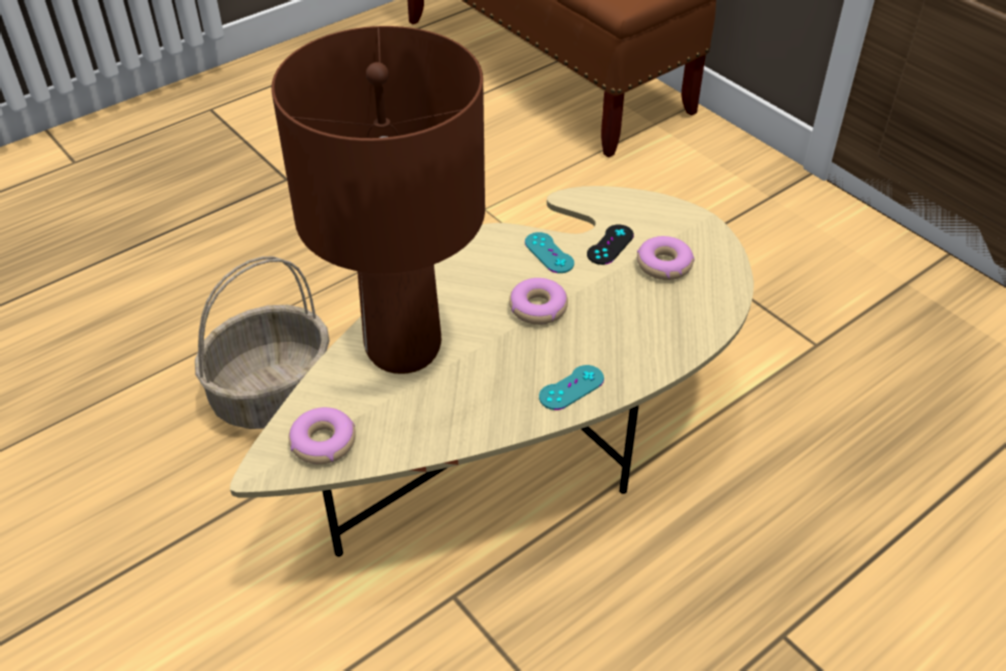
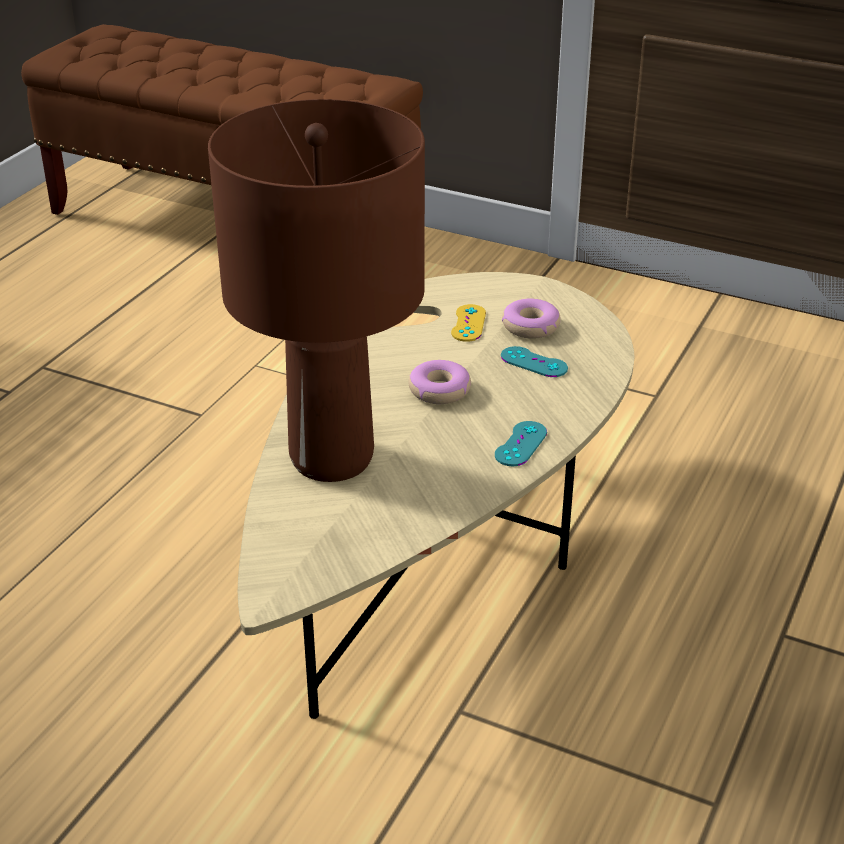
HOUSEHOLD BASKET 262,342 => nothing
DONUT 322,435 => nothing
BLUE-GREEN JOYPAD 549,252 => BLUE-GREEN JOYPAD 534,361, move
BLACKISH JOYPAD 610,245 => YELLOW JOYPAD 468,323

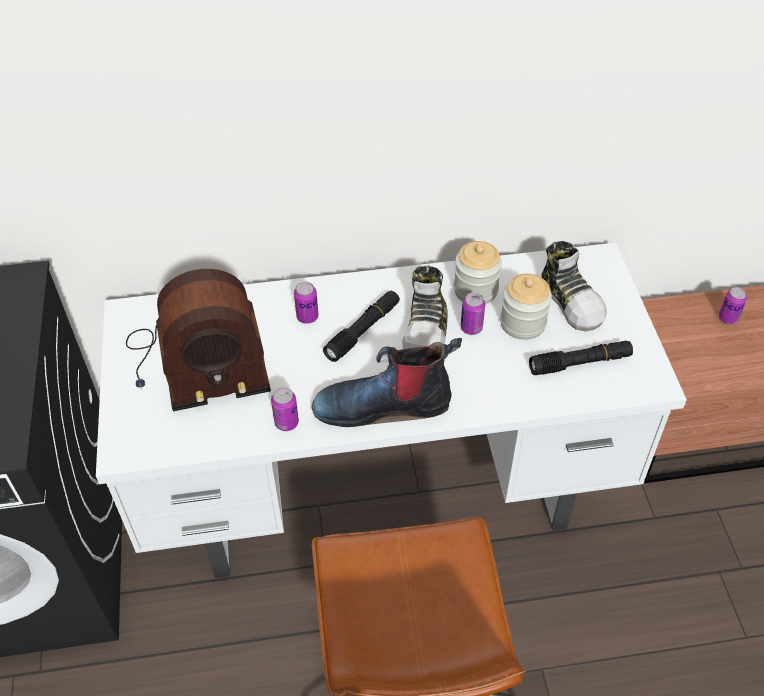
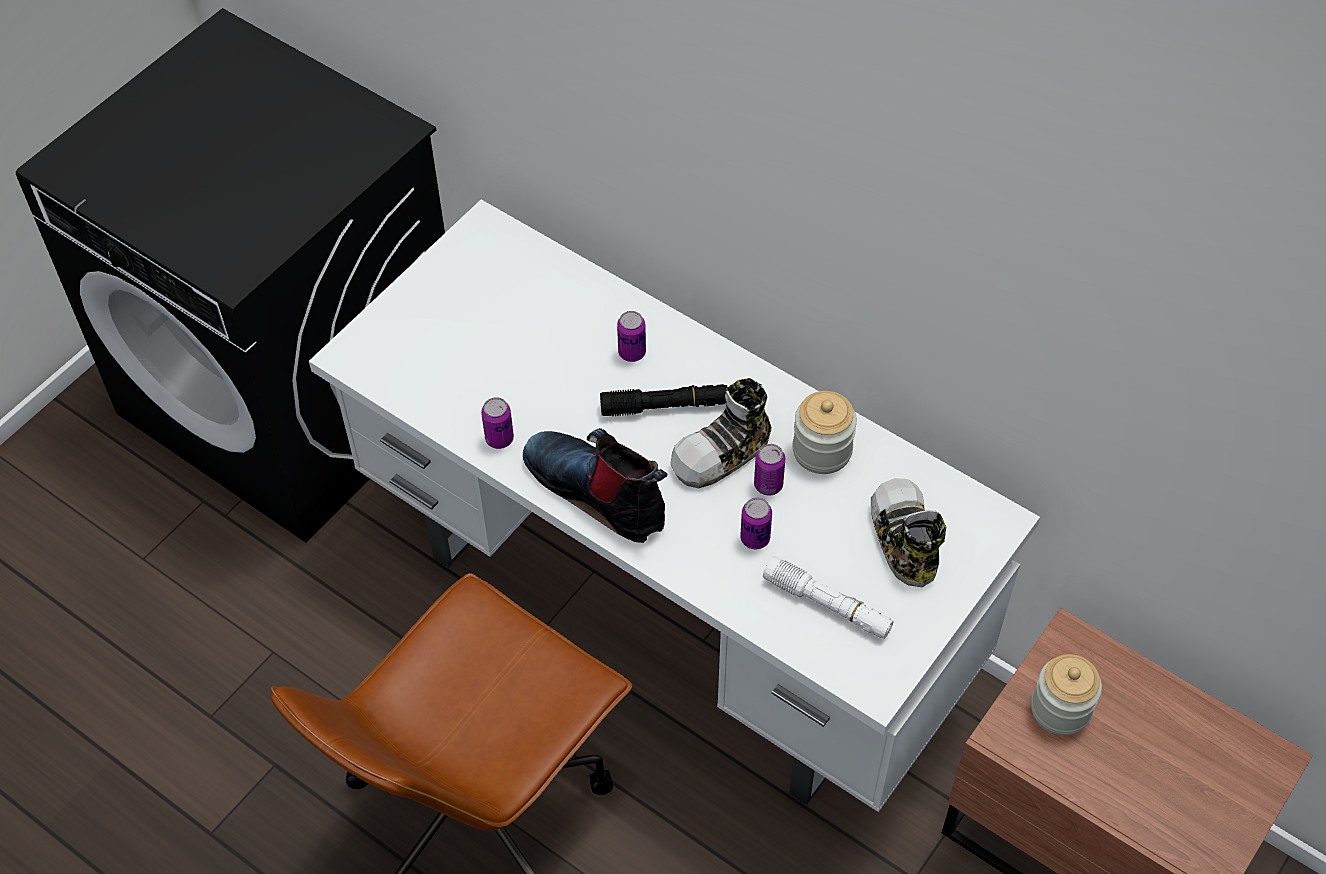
RADIO 198,340 => nothing
STORAGE JAR 526,307 => STORAGE JAR 1066,695, move
BLACKISH TORCH 581,358 => WHITE TORCH 828,597
LOW SHOE 574,286 => LOW SHOE 908,532, 150 degrees clockwise
SEALED CAN 733,305 => SEALED CAN 756,523, move

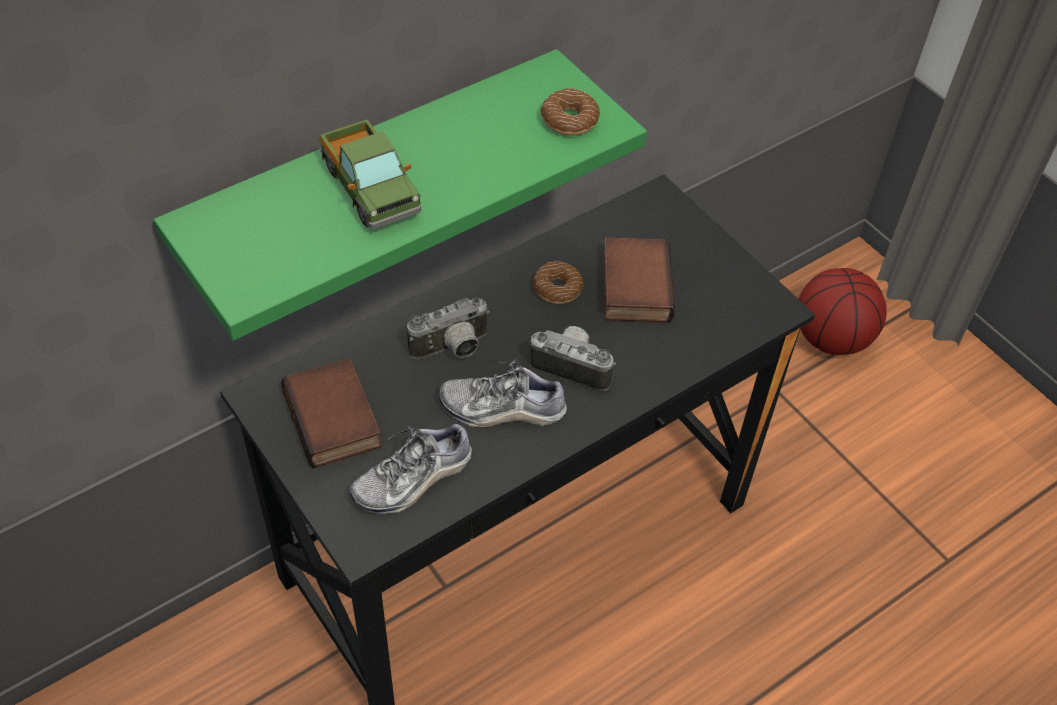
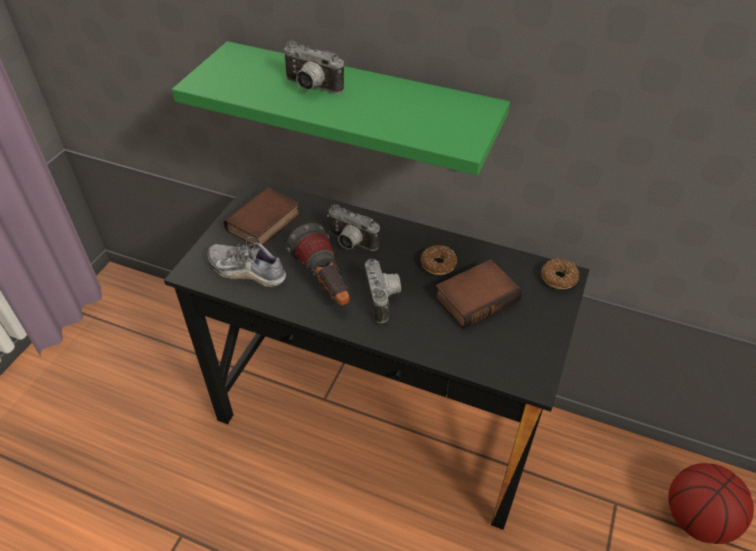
MODEL TRUCK 370,174 => PHOTO CAMERA 313,67
LOW SHOE 503,393 => TORCH 318,264
DONUT 570,112 => DONUT 560,274, move

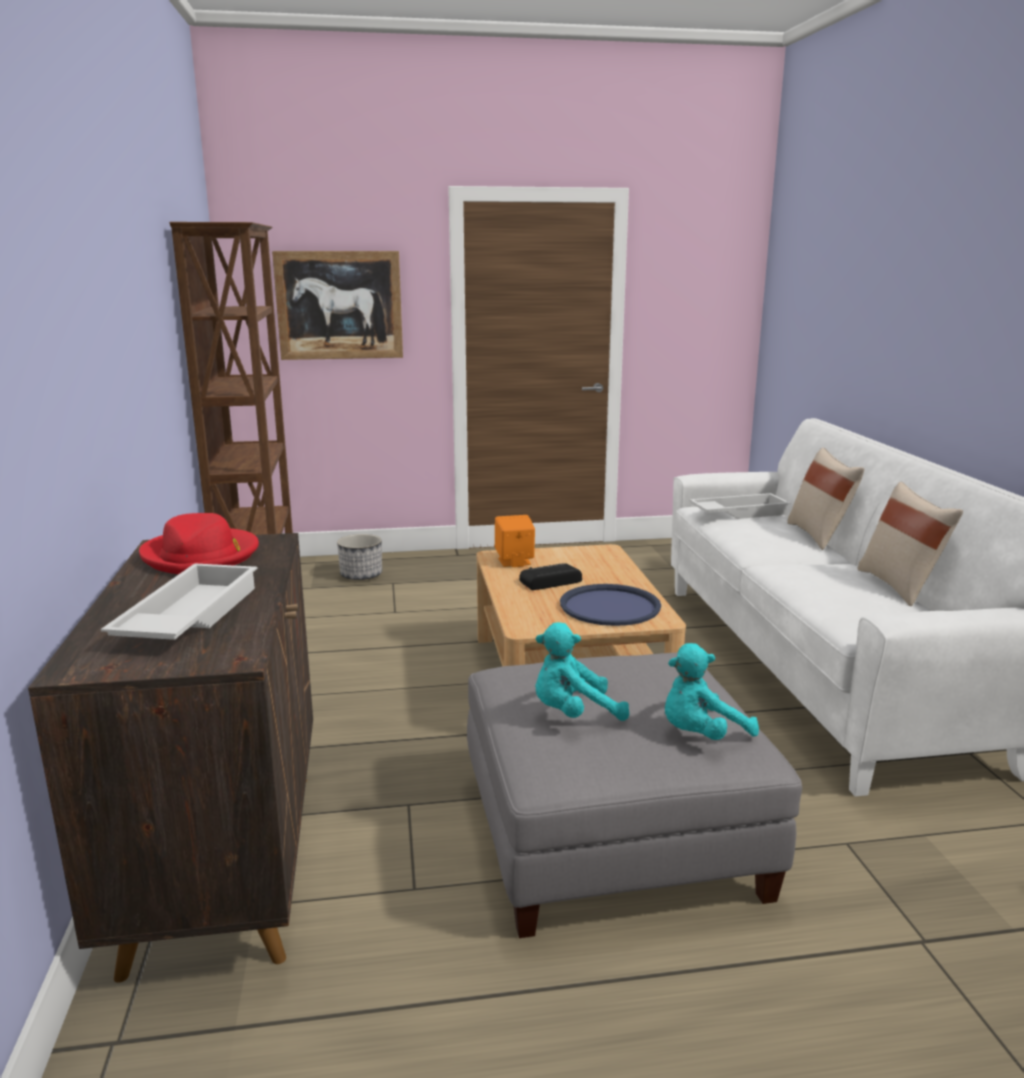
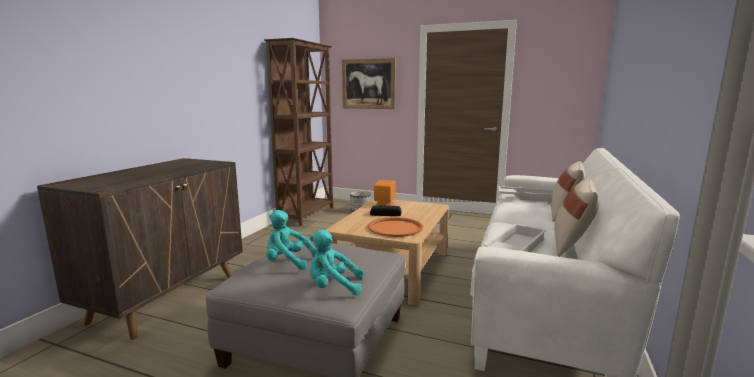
WHITE TRAY 179,601 => WHITE TRAY 515,238, move
RED-COLOURED HAT 199,543 => nothing
BLUE TRAY 610,605 => ORANGE TRAY 395,227

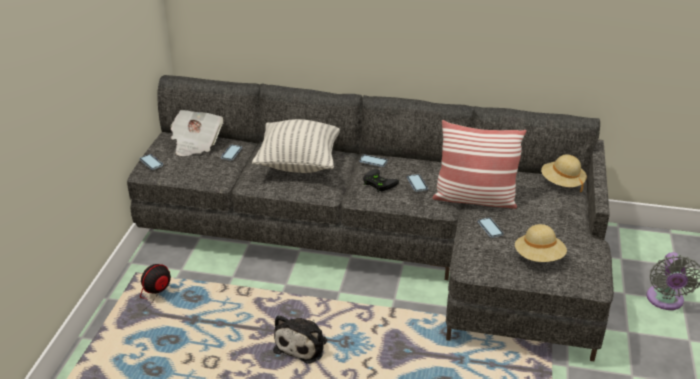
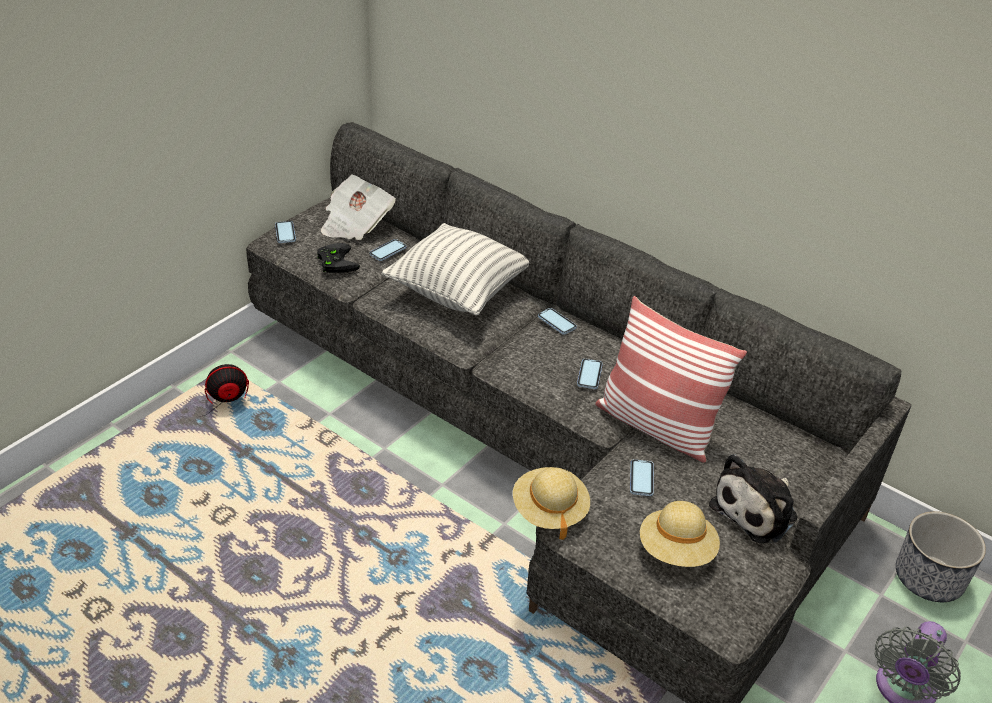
PLUSH TOY 300,339 => PLUSH TOY 753,498, move
BLACKISH JOYPAD 381,180 => BLACKISH JOYPAD 338,258, move
BEIGE HAT 564,173 => BEIGE HAT 551,503, move
nothing => PLANT POT 941,556

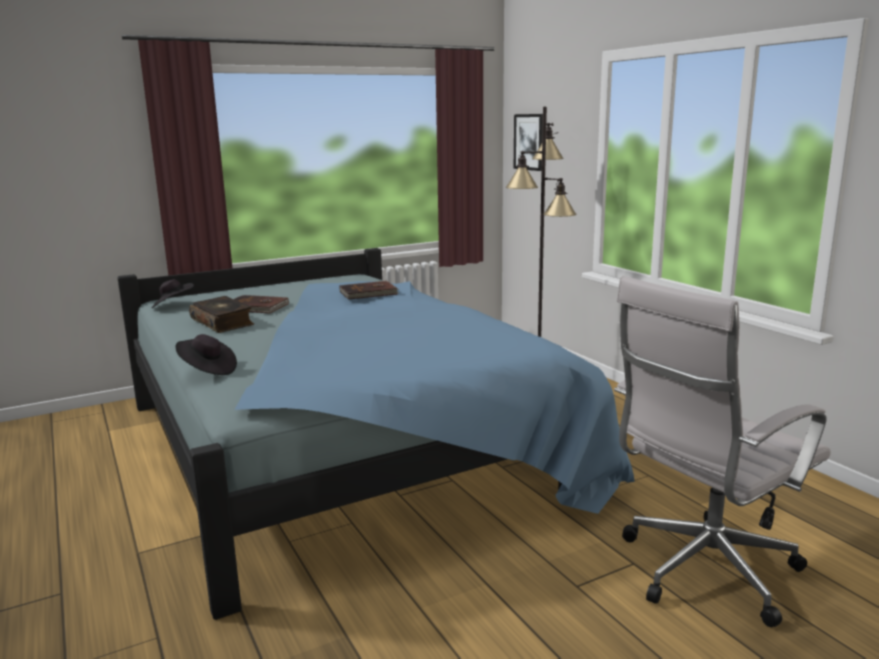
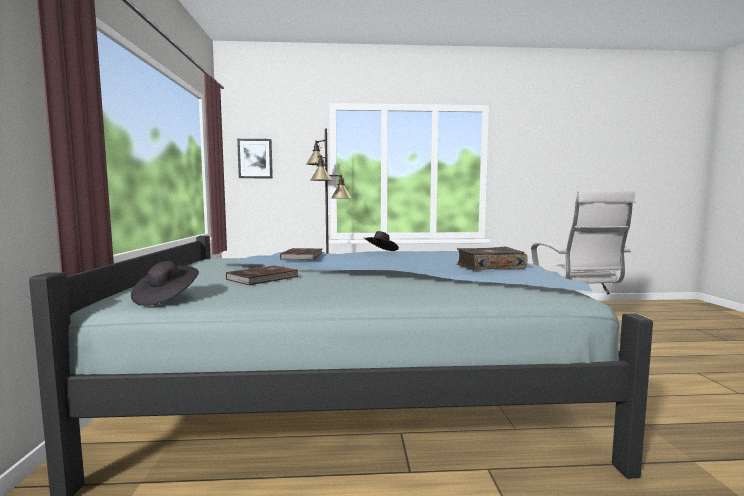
BLACKISH HAT 206,354 => BLACKISH HAT 381,241, move
BOOK 221,314 => BOOK 492,258, move

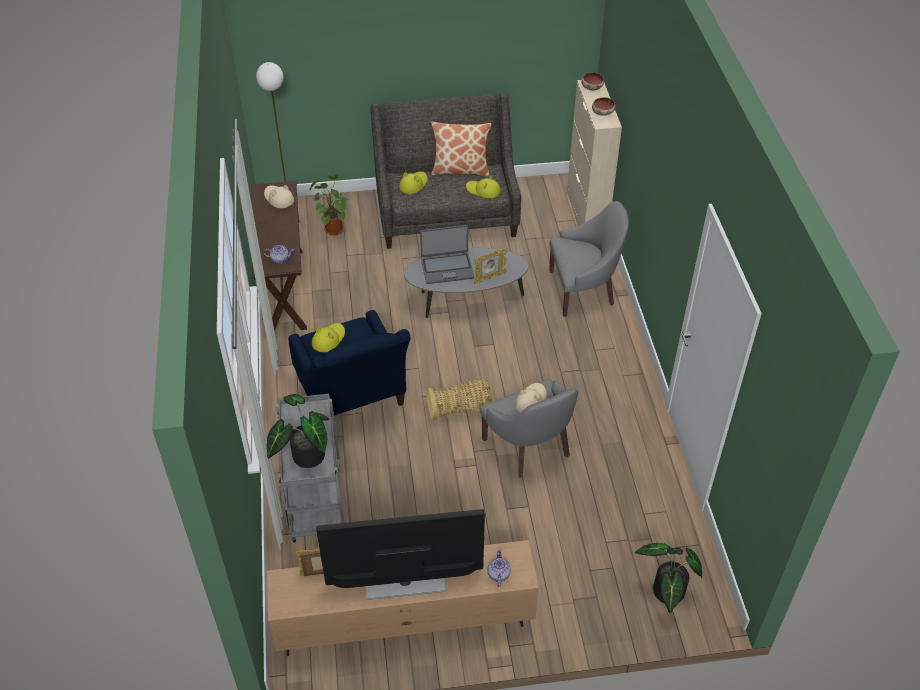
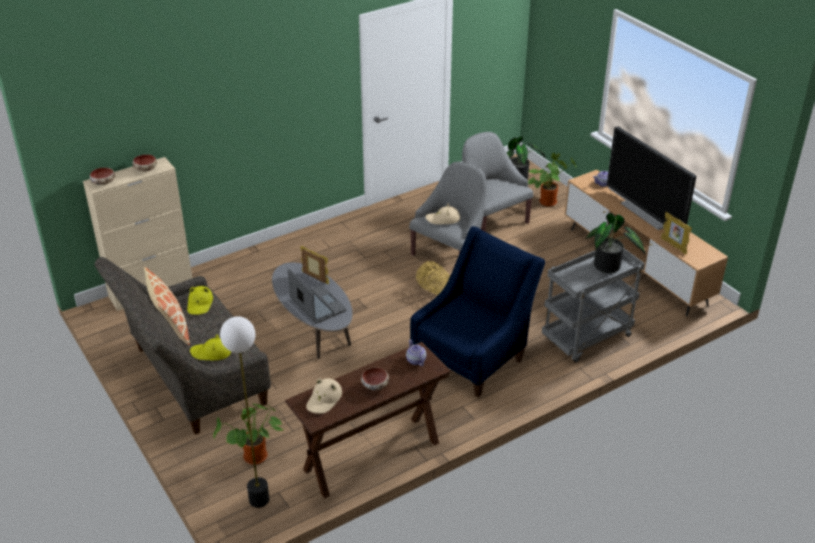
YELLOW HAT 328,337 => nothing
GRAY EASY CHAIR 589,259 => GRAY EASY CHAIR 497,182, move
nothing => DEEP DISH 375,379
nothing => POTTED PLANT 552,180

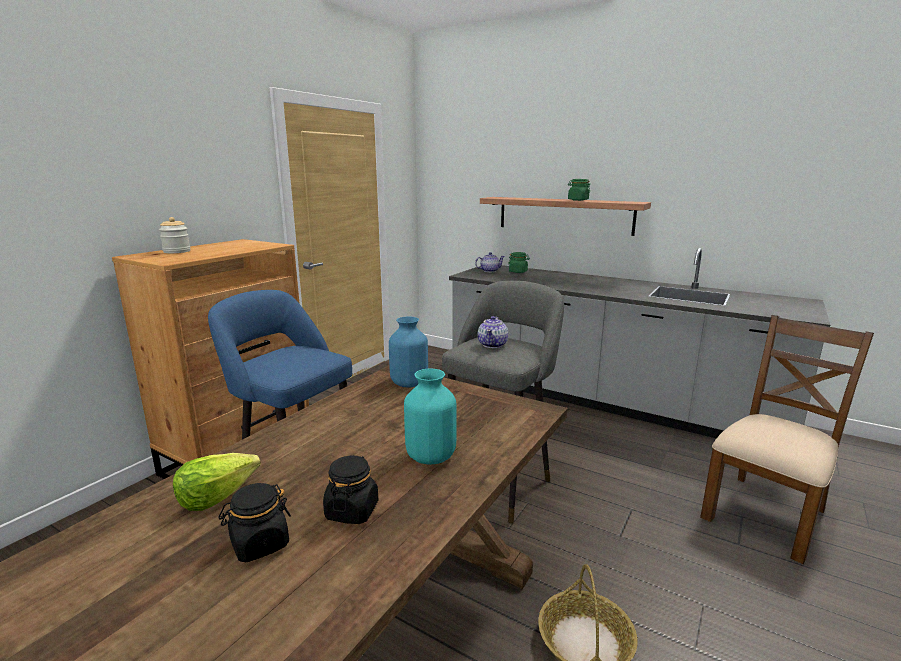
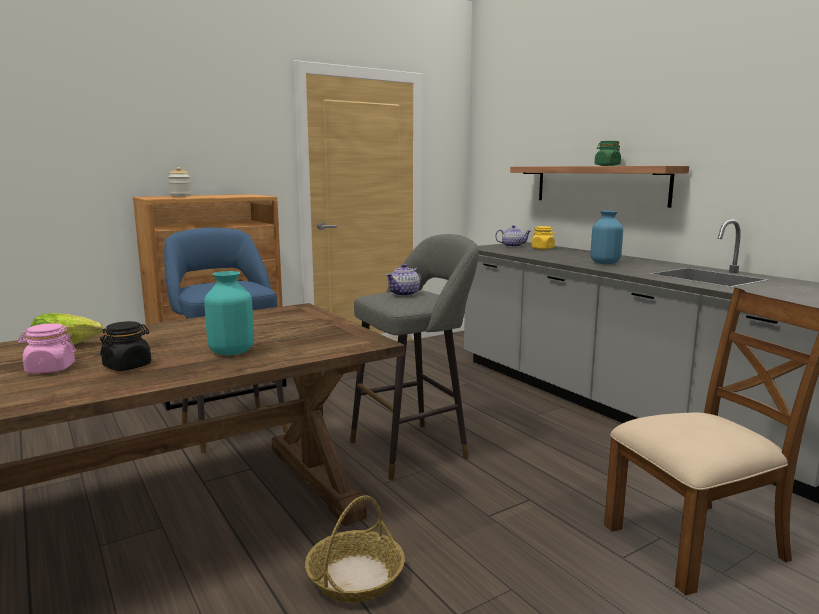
BLACKISH STORAGE JAR 254,522 => PINK-COLOURED STORAGE JAR 47,348
BLUE VASE 408,352 => BLUE VASE 607,237, move
GREENISH STORAGE JAR 519,262 => YELLOW STORAGE JAR 543,237

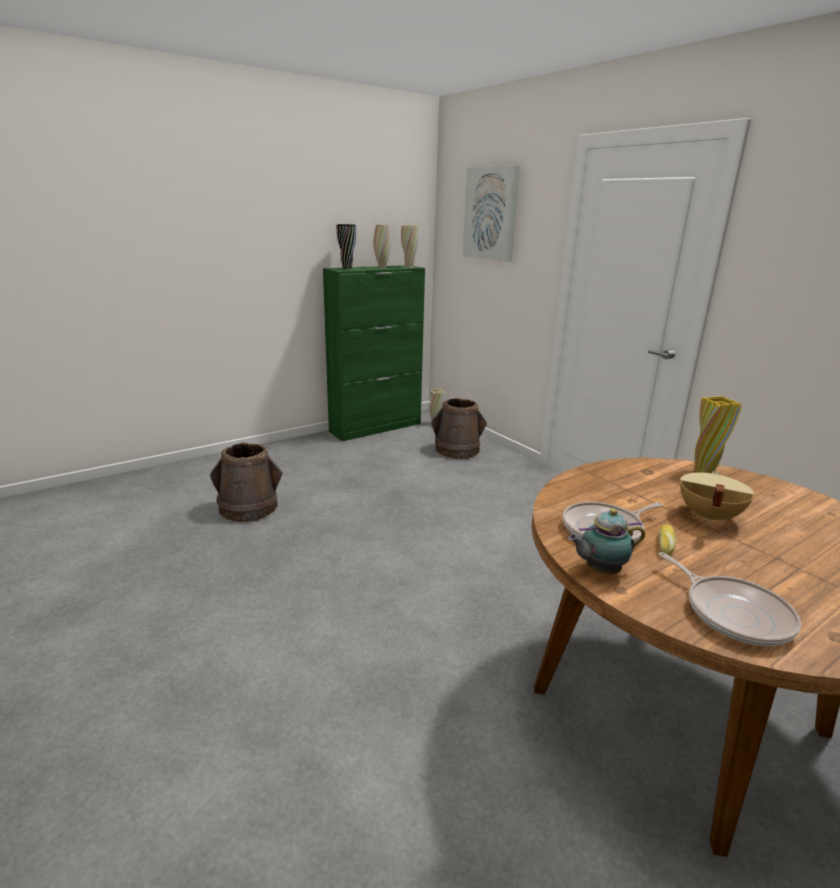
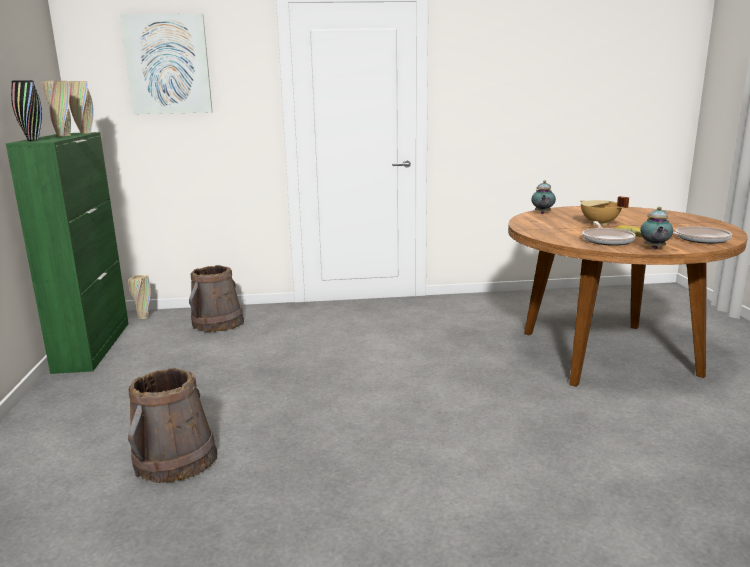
YELLOW VASE 718,434 => TEA POT 543,197

